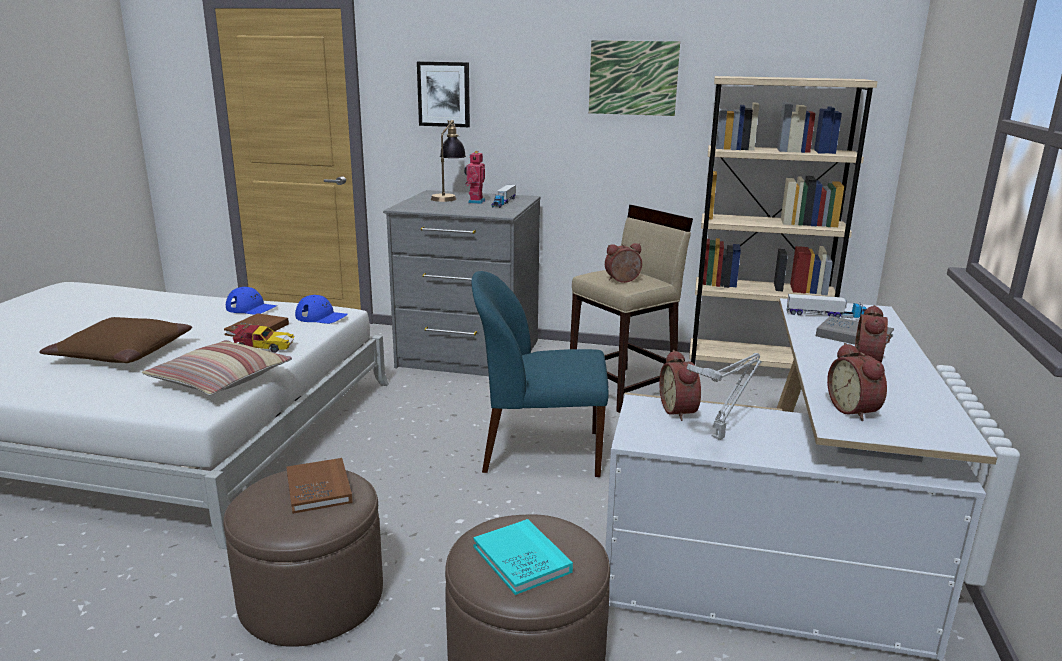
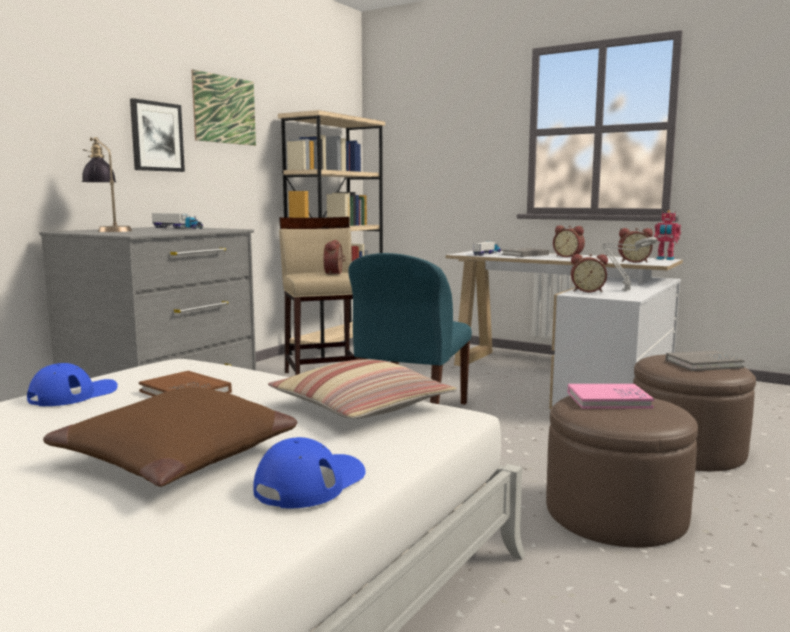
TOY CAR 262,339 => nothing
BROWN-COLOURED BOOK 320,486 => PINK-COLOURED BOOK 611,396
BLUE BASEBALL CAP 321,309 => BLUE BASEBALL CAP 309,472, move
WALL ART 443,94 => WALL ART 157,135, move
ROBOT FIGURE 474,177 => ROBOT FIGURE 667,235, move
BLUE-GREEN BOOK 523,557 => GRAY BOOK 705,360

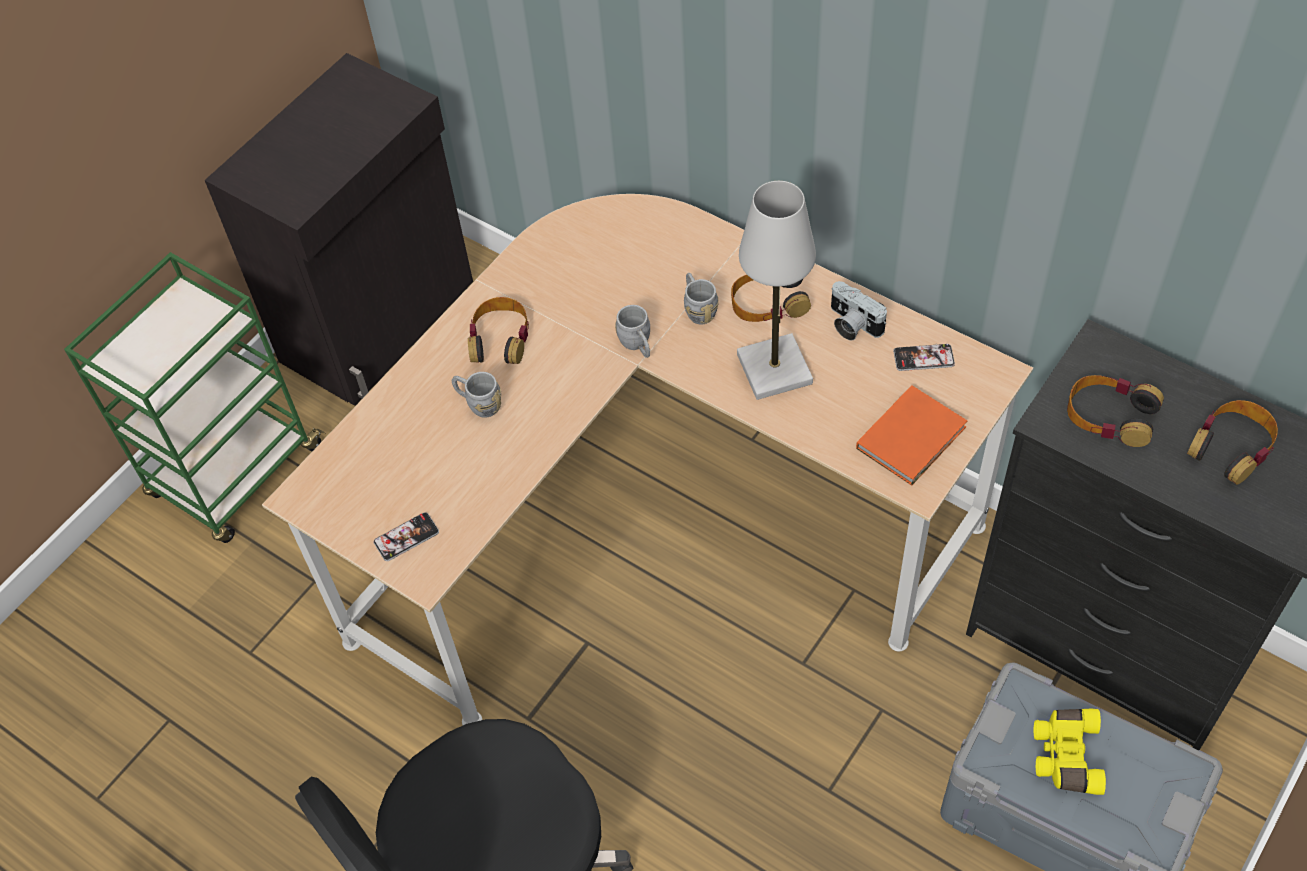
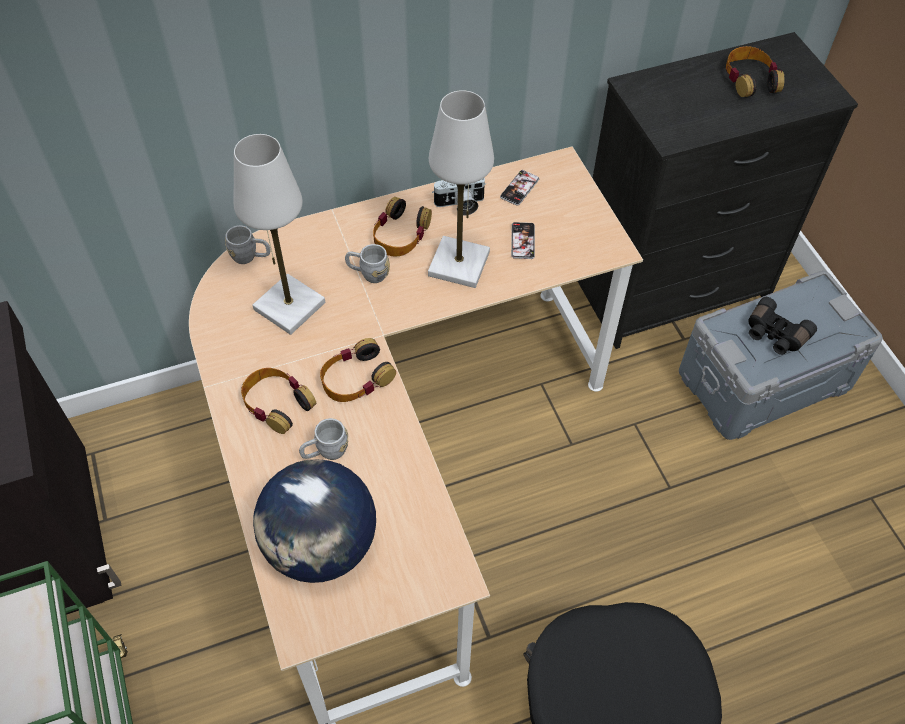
HANDSET 406,536 => HANDSET 523,240, move
GRAY COFFEE MUG 632,331 => GRAY COFFEE MUG 247,244, move
ORANGE BOOK 911,435 => nothing
YELLOW BINOCULARS 1070,752 => BLACKISH BINOCULARS 783,326
HEADSET 1115,411 => HEADSET 358,370, move
nothing => WHITE TABLETOP LAMP 279,234
nothing => WORLD GLOBE 314,521

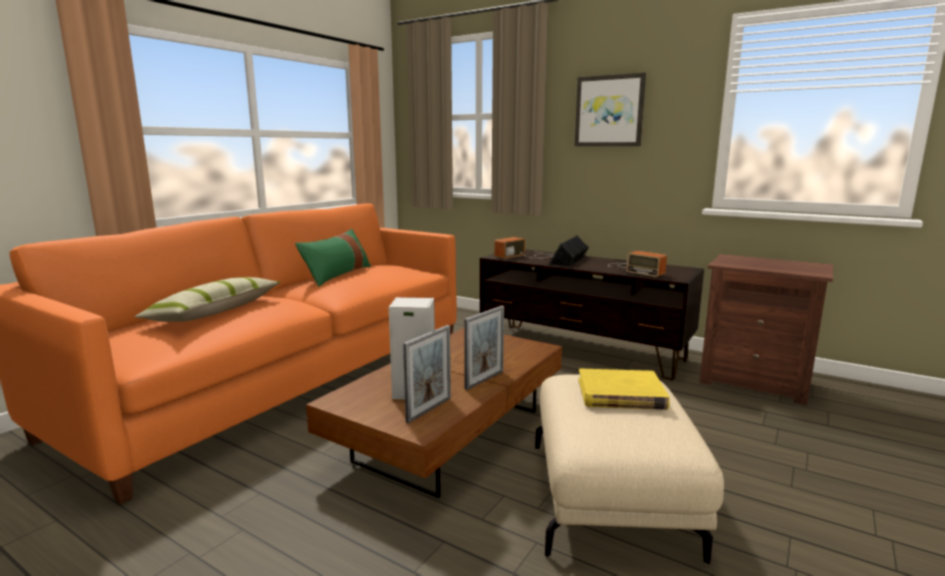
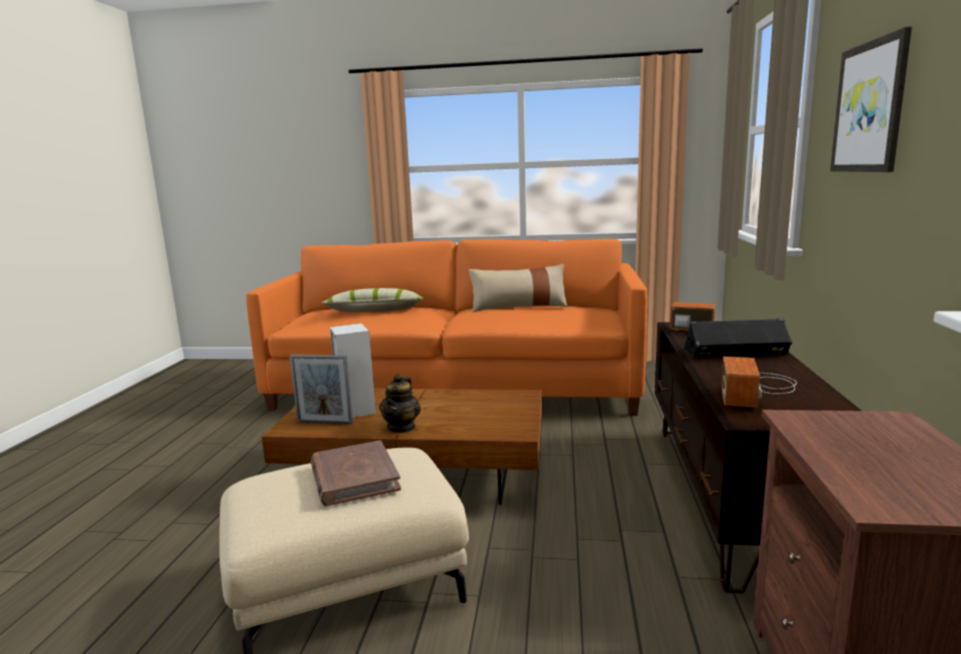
GREENISH PILLOW 333,258 => BEIGE PILLOW 518,288
STANDING FRAME 484,348 => TEA POT 400,403
YELLOW BOOK 624,389 => BROWN-COLOURED BOOK 356,473

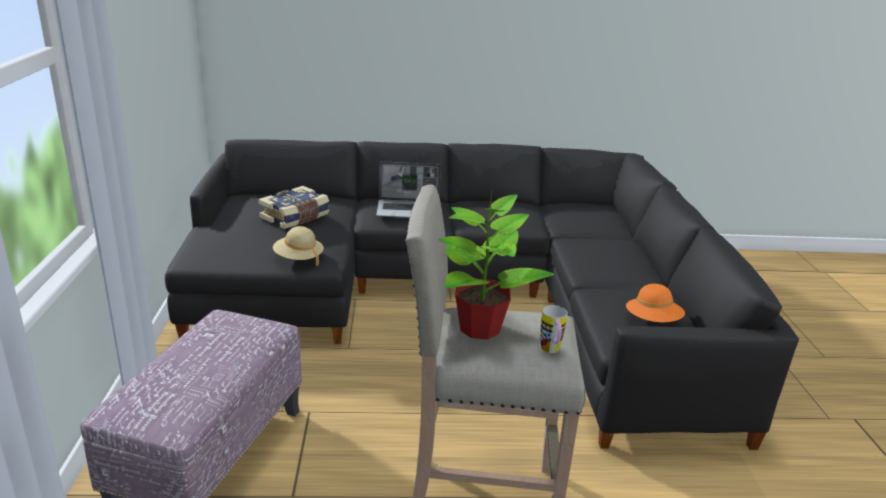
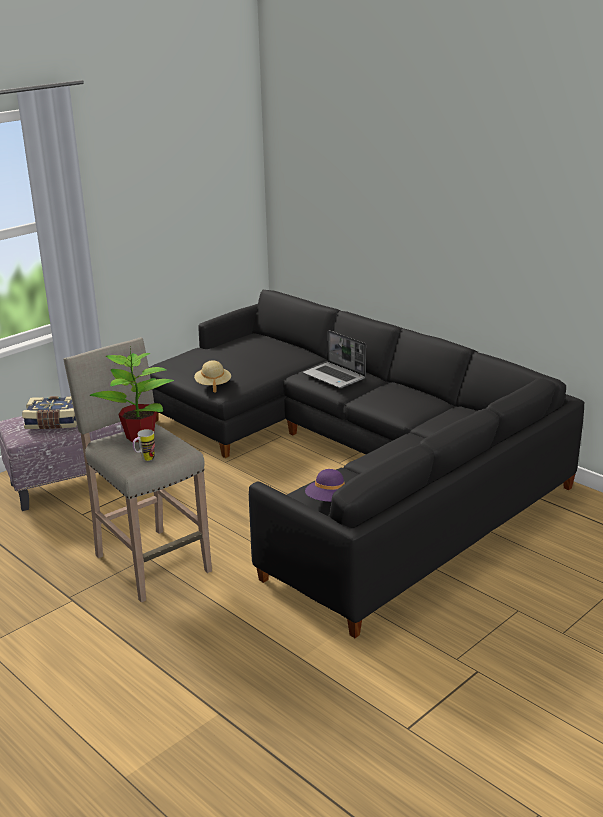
BOOK 293,207 => BOOK 49,412, move
ORANGE HAT 655,303 => PURPLE HAT 325,485

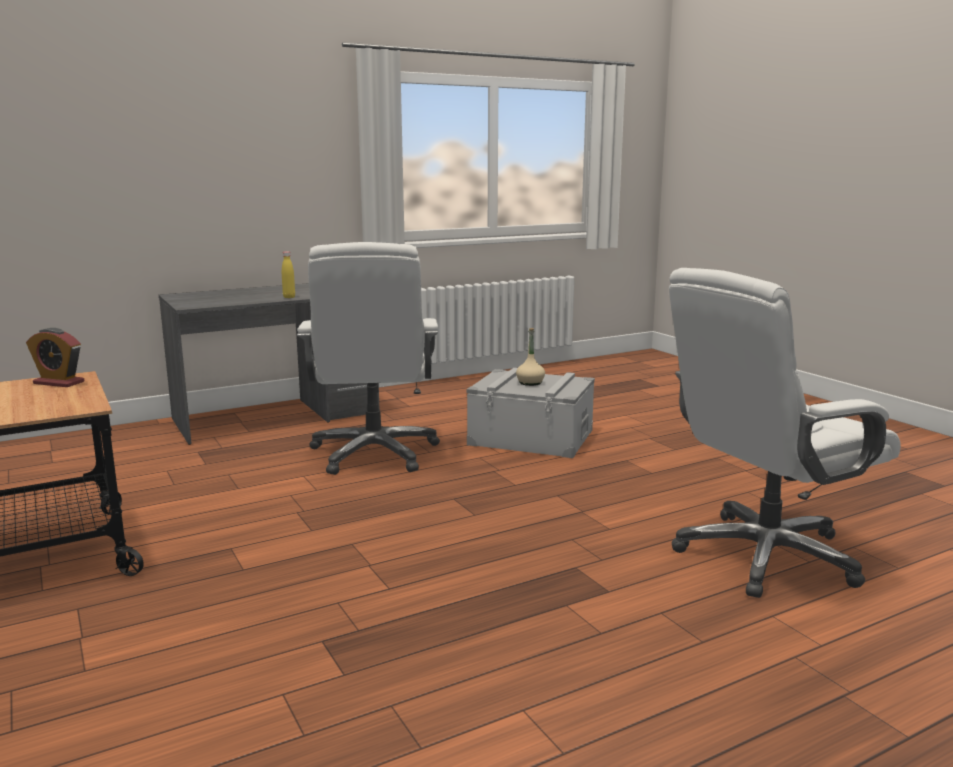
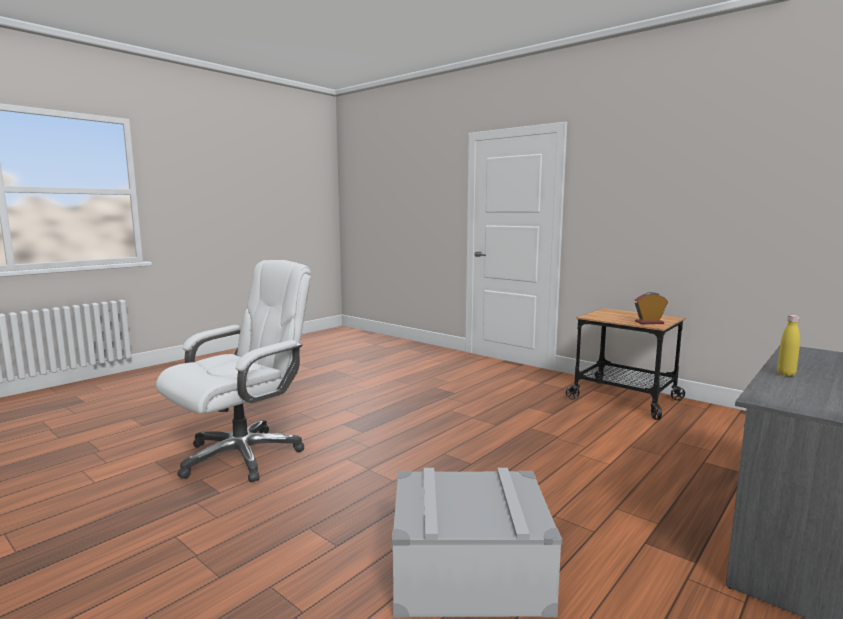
WHITE OFFICE CHAIR 368,358 => nothing
BEIGE BEVERAGE BOTTLE 530,357 => nothing

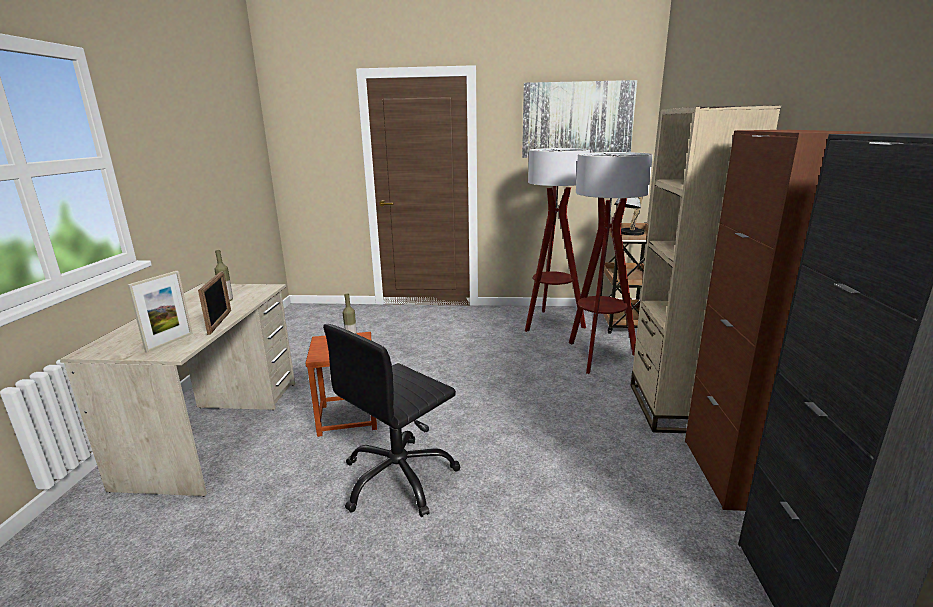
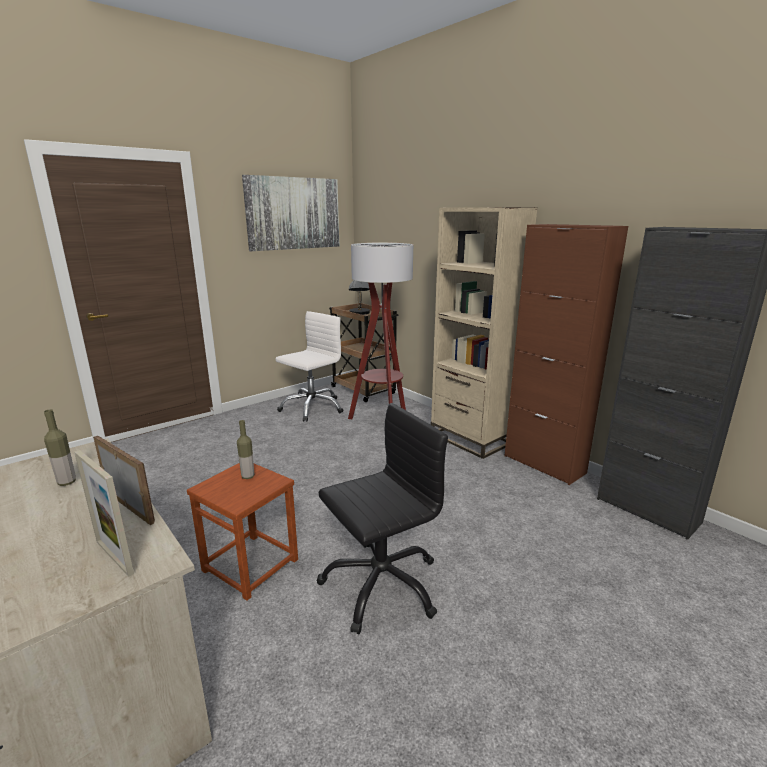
STANDING FRAME 160,312 => STANDING FRAME 104,513, 150 degrees clockwise
BLACKISH OFFICE CHAIR 391,420 => BLACKISH OFFICE CHAIR 382,518, 120 degrees counterclockwise
STANDARD LAMP 557,240 => WHITE OFFICE CHAIR 309,366

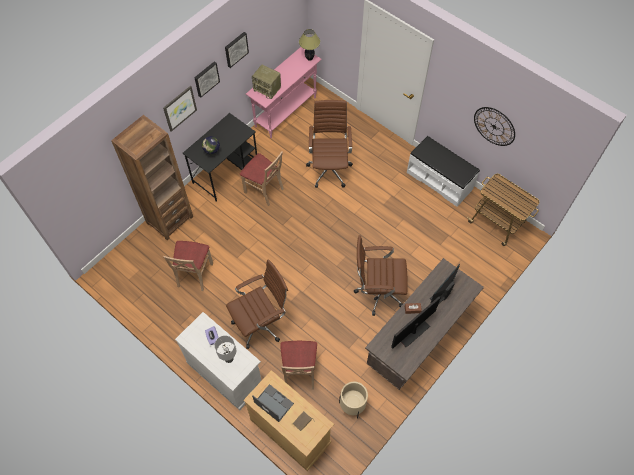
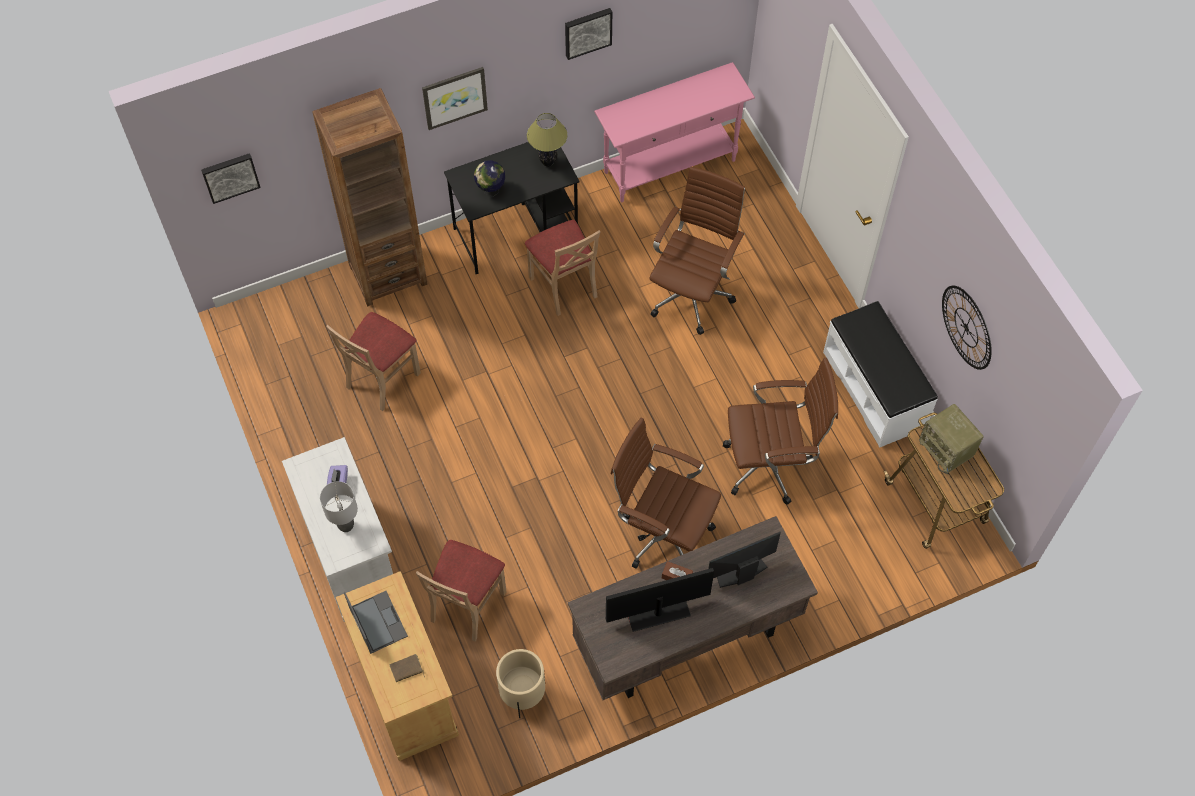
WALL ART 207,79 => WALL ART 231,178, move
BROWN-COLOURED OFFICE CHAIR 257,304 => BROWN-COLOURED OFFICE CHAIR 780,431, move
RADIO 266,82 => RADIO 951,439, move
TABLETOP LAMP 309,45 => TABLETOP LAMP 547,140, move

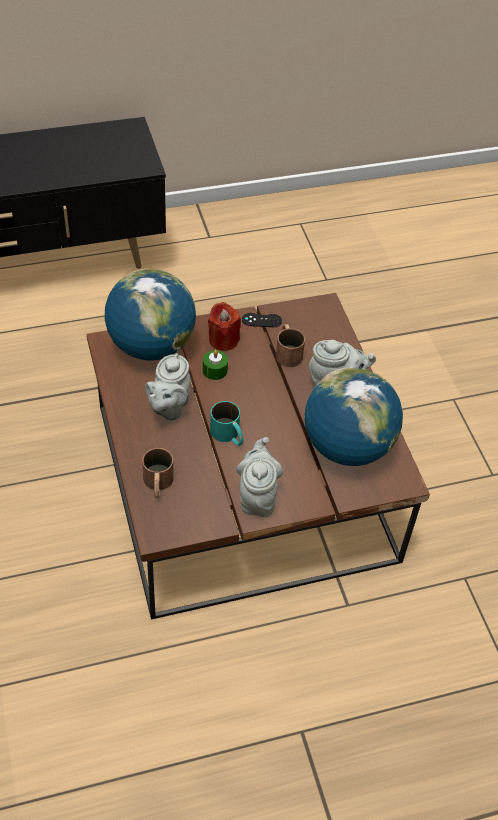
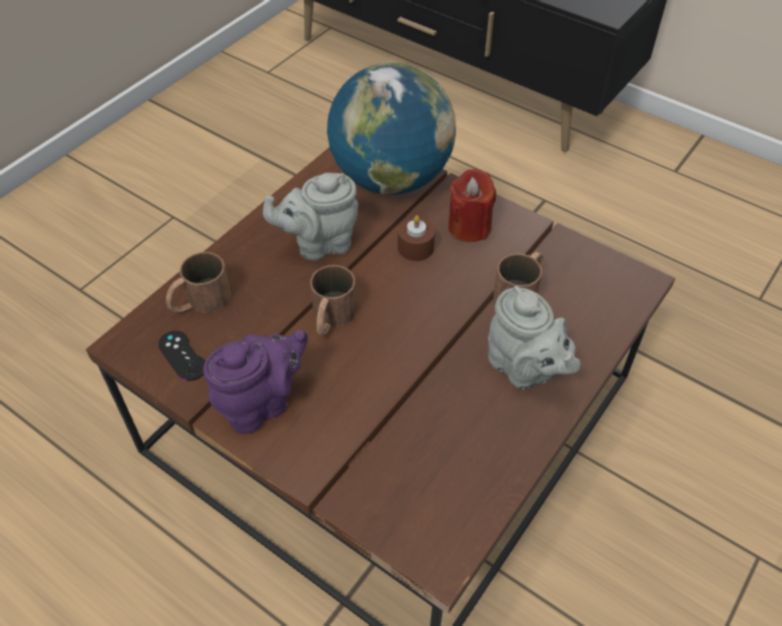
GREENISH CANDLE 215,365 => BROWN-COLOURED CANDLE 416,238
BLUE-GREEN COFFEE MUG 226,423 => BROWN-COLOURED COFFEE MUG 333,300
GRAY TEA POT 259,477 => PURPLE TEA POT 255,382
BLACKISH JOYPAD 262,320 => BLACKISH JOYPAD 181,356, move
WORLD GLOBE 353,417 => nothing

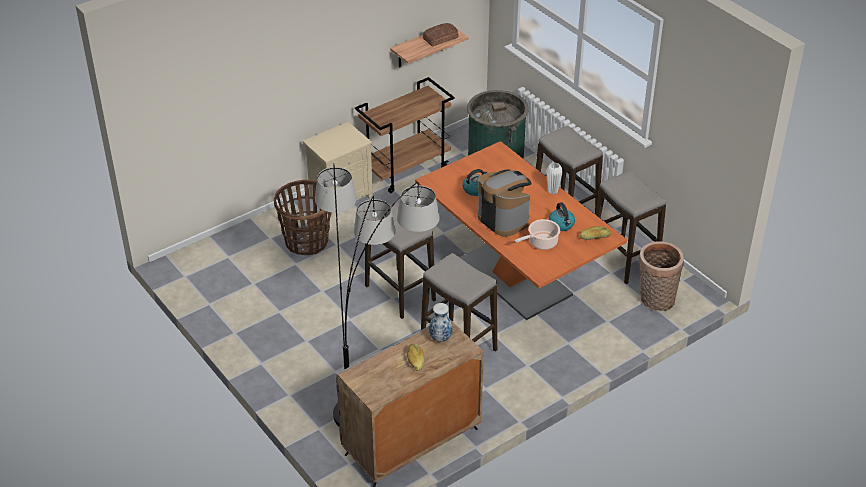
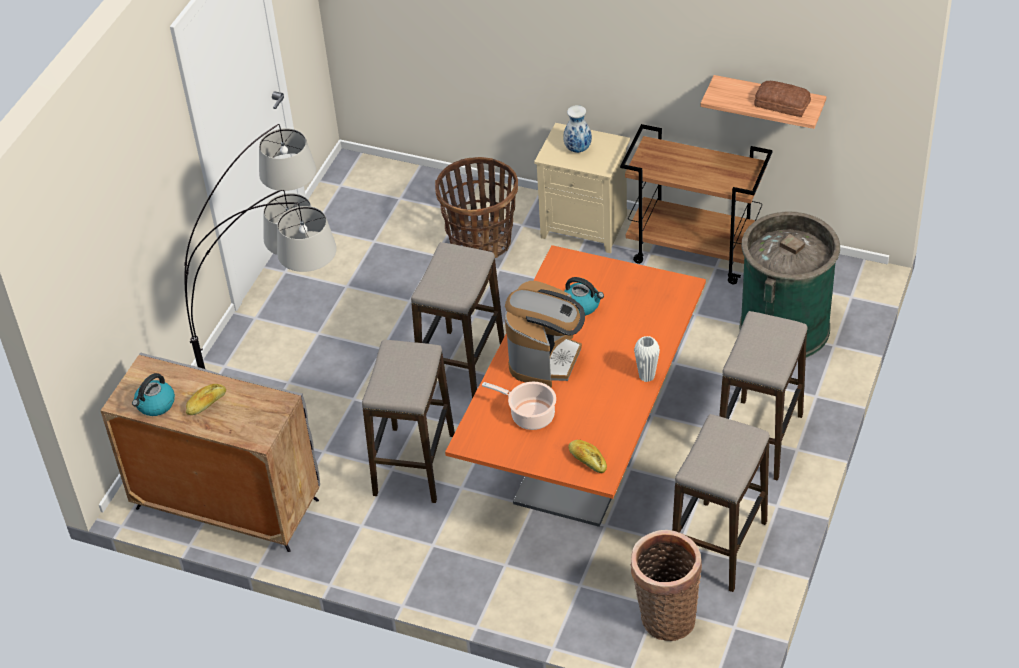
VASE 441,322 => VASE 577,129, move
WATER KETTLE 562,216 => WATER KETTLE 153,394, move

